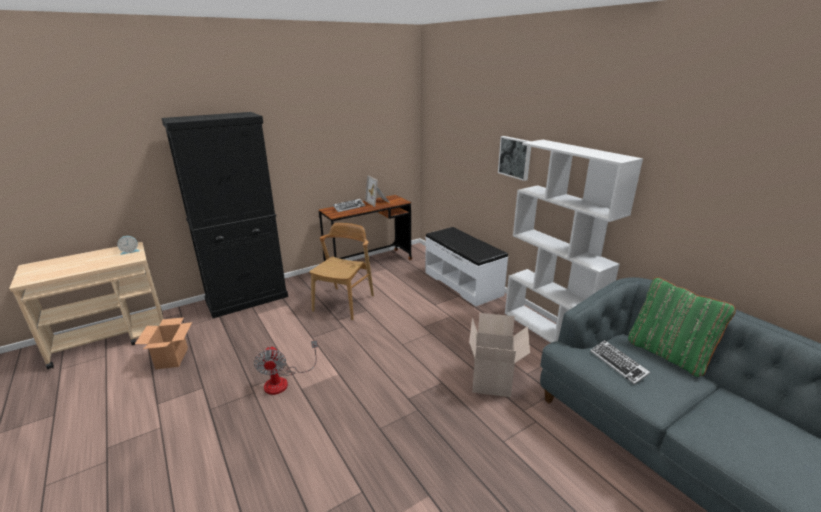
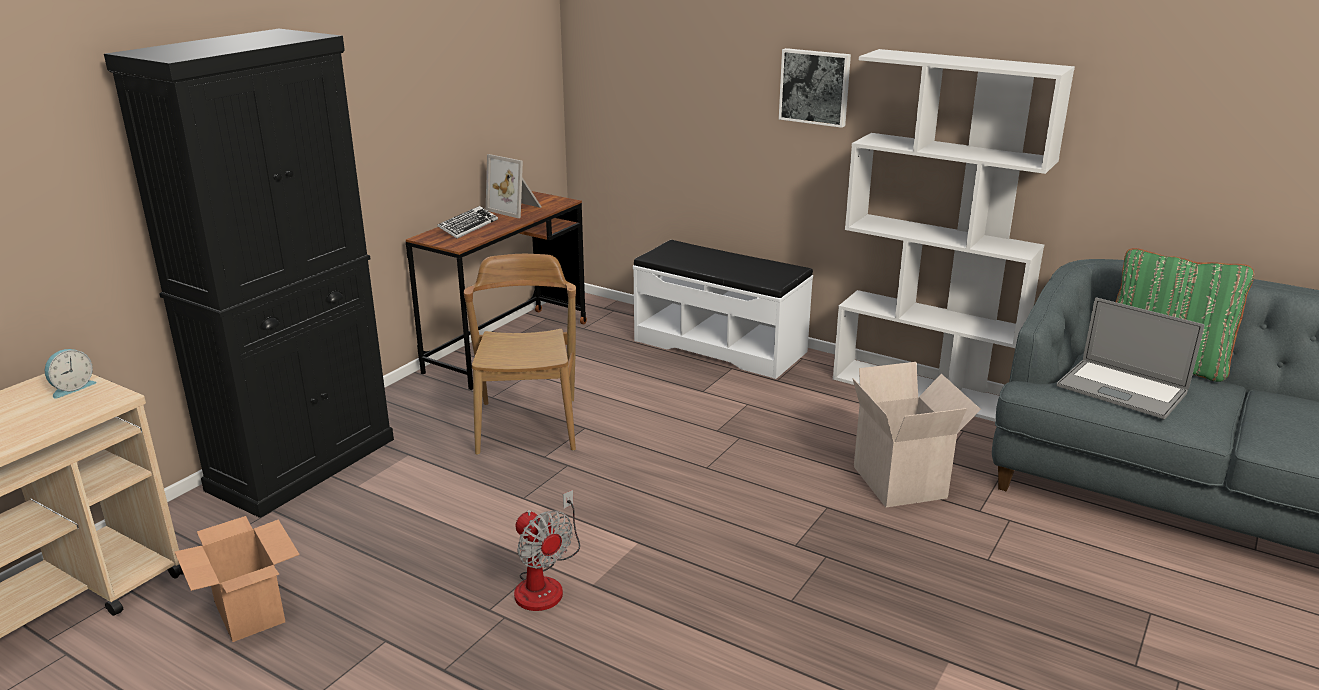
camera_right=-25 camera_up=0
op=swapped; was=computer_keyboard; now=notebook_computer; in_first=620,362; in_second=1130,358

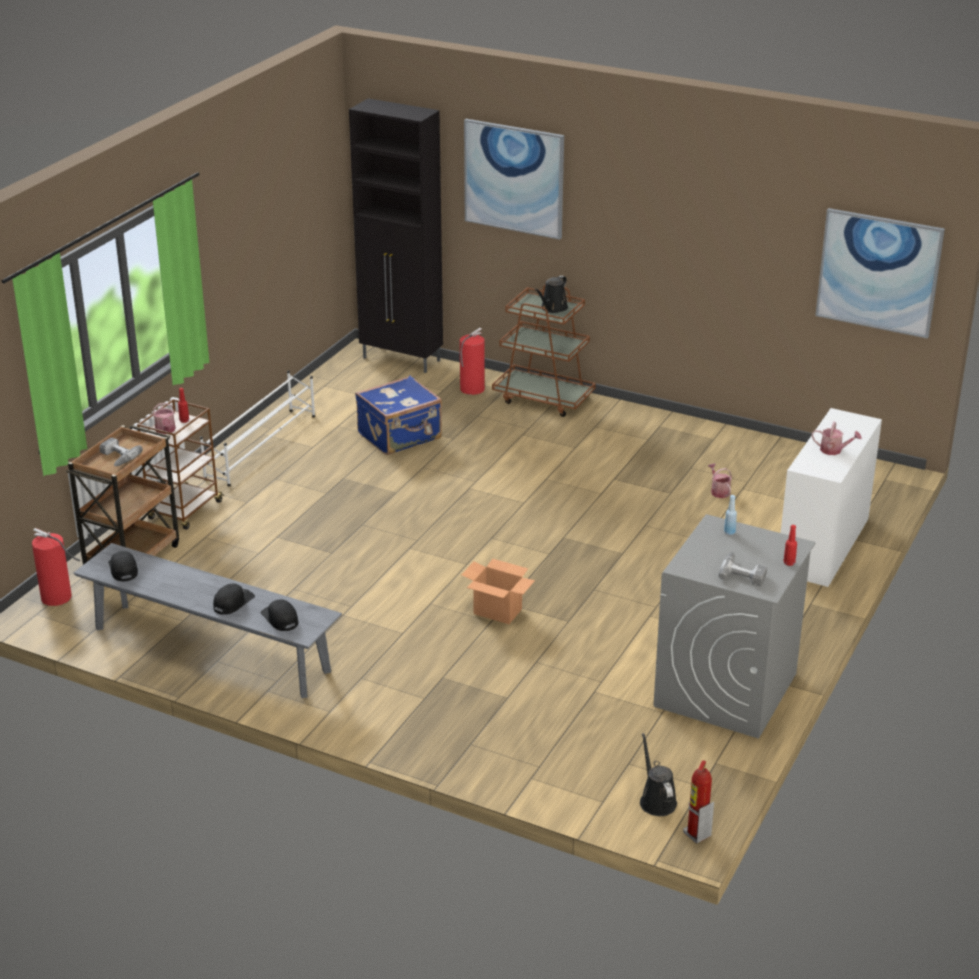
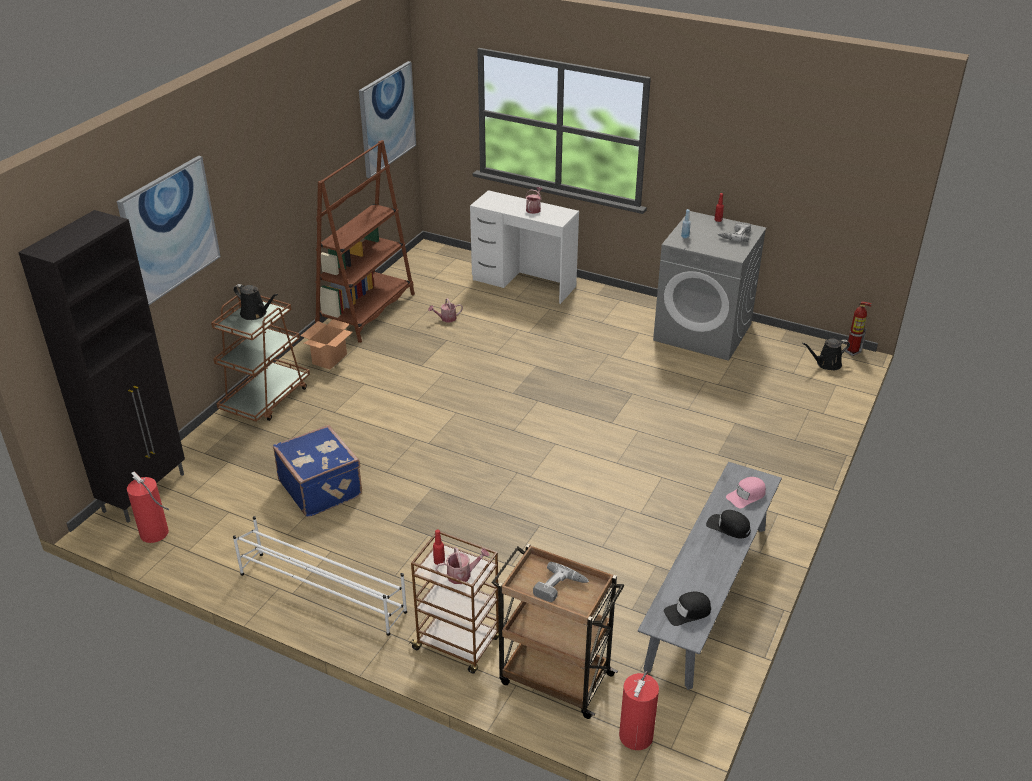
camera_right=-90 camera_up=5
op=shifted; was=extinguisher; in_first=472,361; in_second=148,507
op=shifted; was=packing_box; in_first=498,591; in_second=326,344
op=repainted; was=blackish_peaked_cap; now=pink-coloured_peaked_cap; in_first=279,615; in_second=746,492
op=new; now=brown_shelving_unit; in_second=365,241

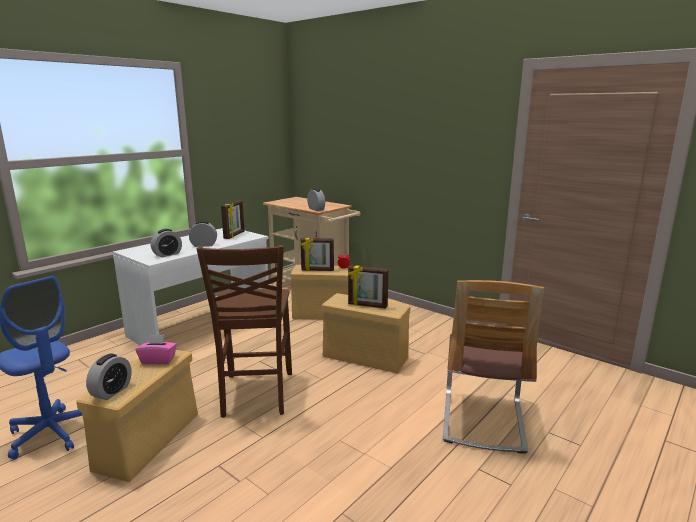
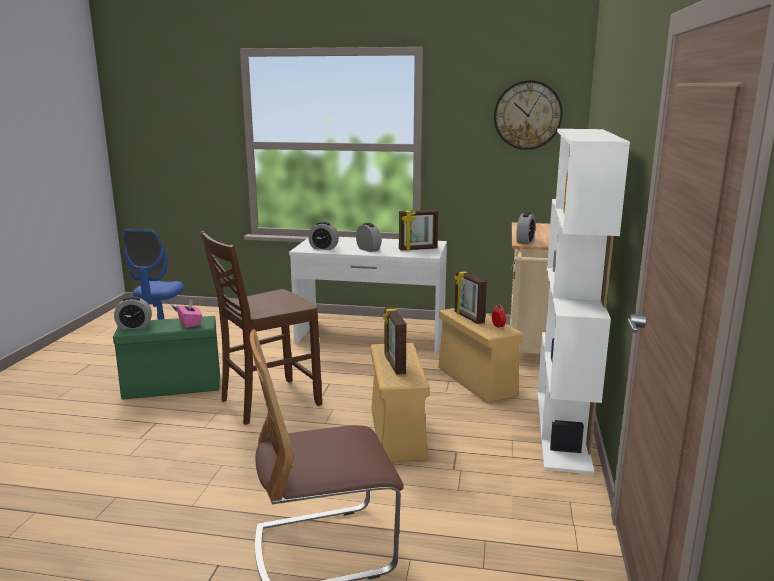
camera_right=60 camera_up=0
op=repainted; was=sand-coloured_storage_container; now=greenish_storage_container; in_first=137,416; in_second=166,358
op=new; now=wall_clock; in_second=528,115
op=new; now=white_shelving_unit; in_second=583,302

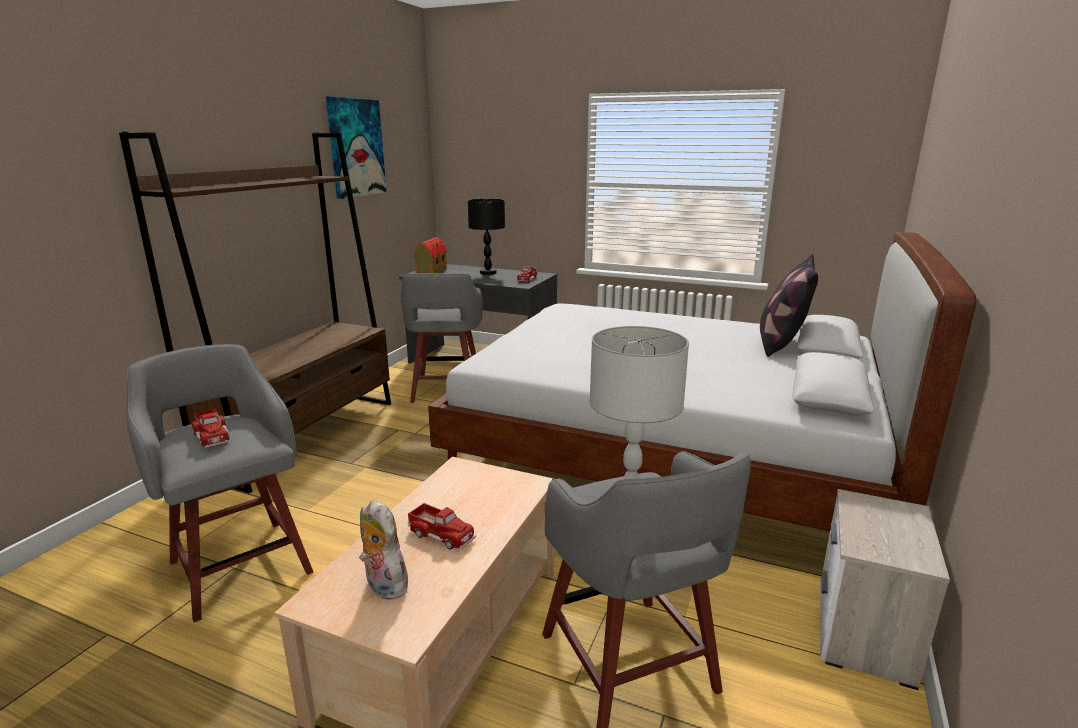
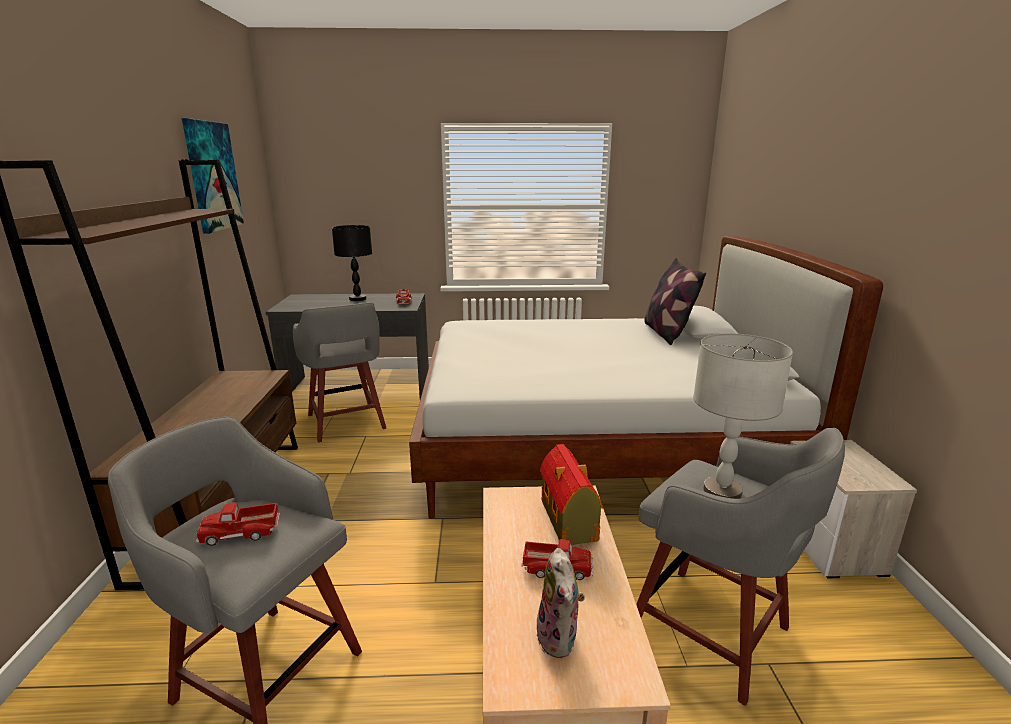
camera_right=-25 camera_up=0
op=shifted; was=miniature_house; in_first=430,256; in_second=571,494
op=rotated; was=toy_lorry; in_first=210,428; in_second=238,524; clockwise=135
op=rotated; was=soft_toy; in_first=383,550; in_second=560,603; clockwise=-120

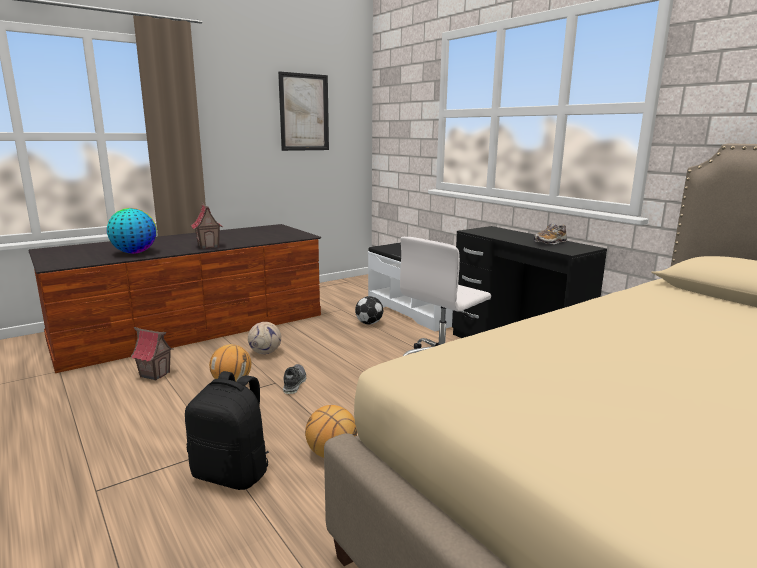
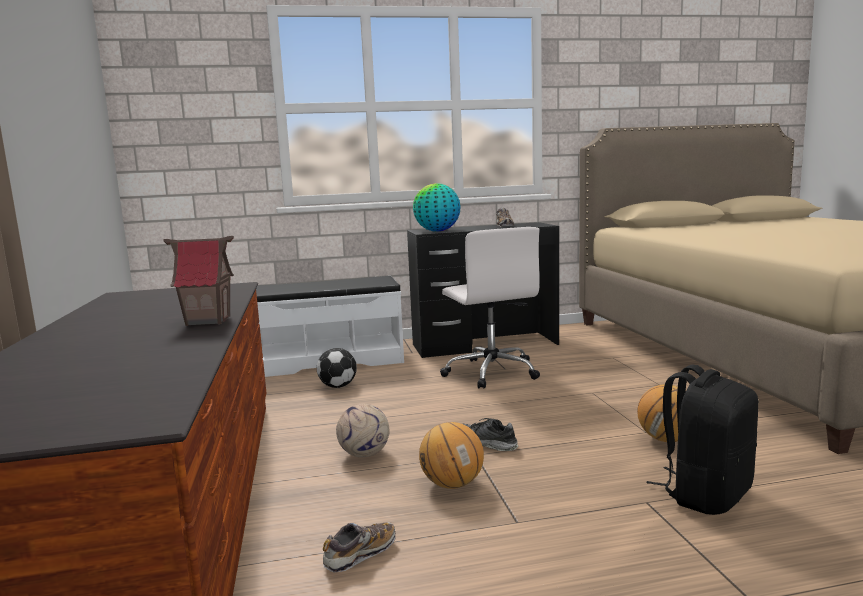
camera_right=-65 camera_up=-5
op=gone; was=wall_art; in_first=303,111
op=shifted; was=world_globe; in_first=132,231; in_second=437,207
op=swapped; was=miniature_house; now=low_shoe; in_first=152,354; in_second=359,547

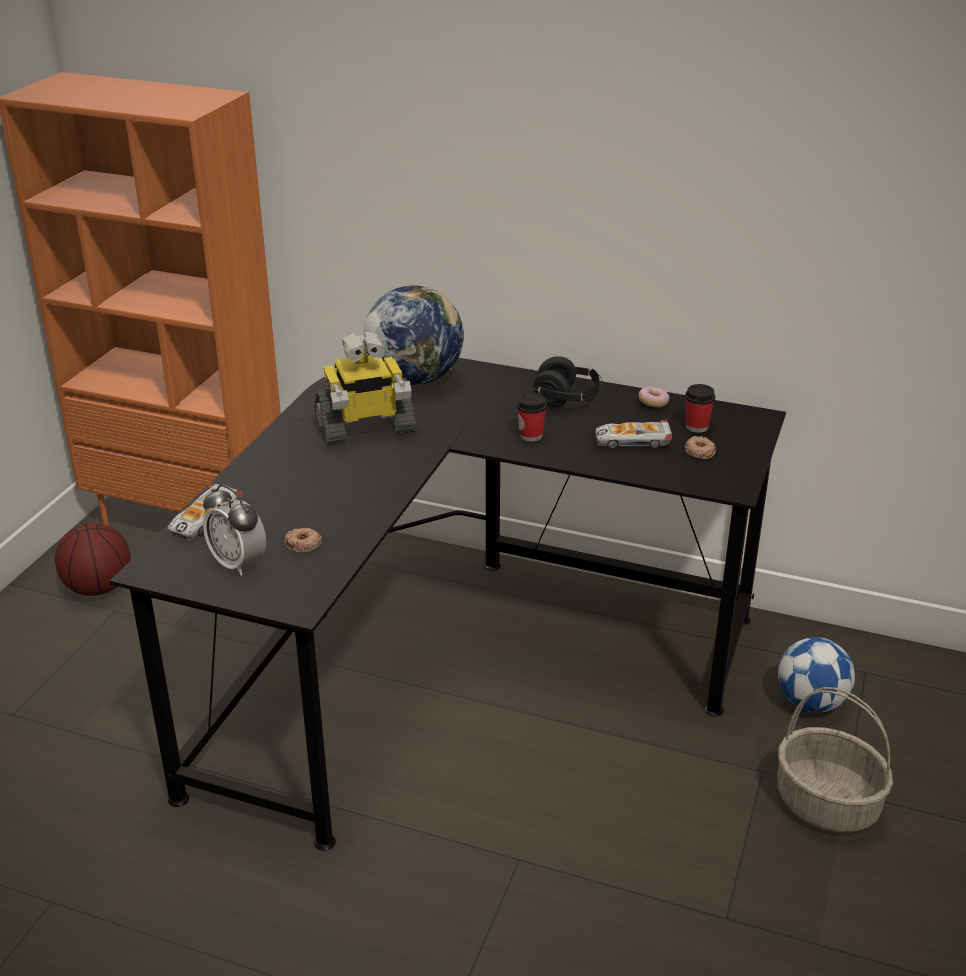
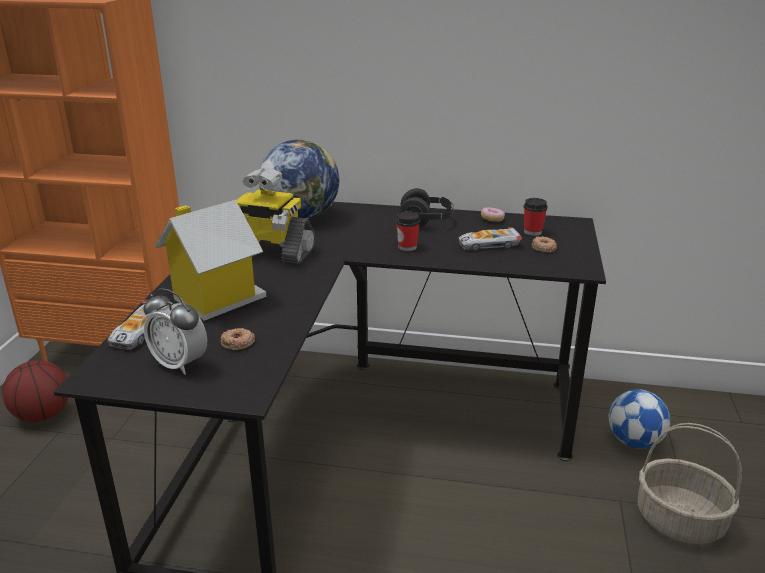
camera_right=-10 camera_up=-5
op=rotated; was=robot_figure; in_first=365,388; in_second=275,216; clockwise=45
op=new; now=miniature_house; in_second=210,260

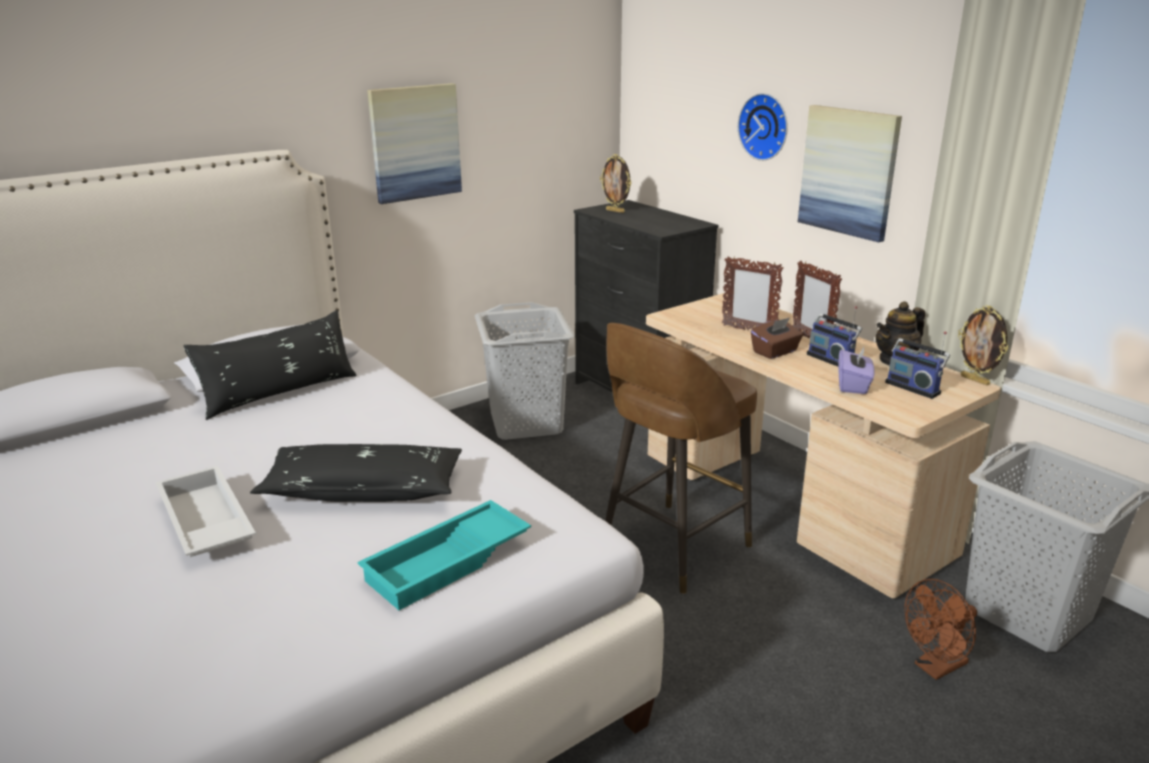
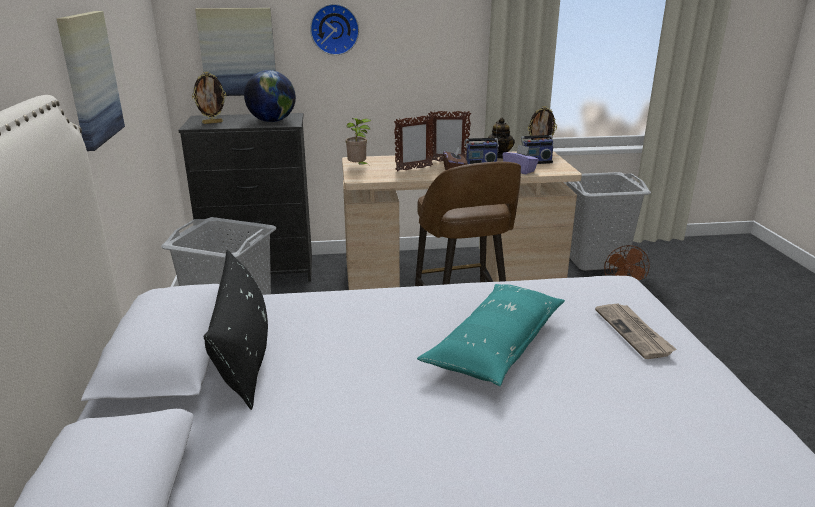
camera_right=-60 camera_up=0
op=shifted; was=wall_art; in_first=850,173; in_second=235,52
op=repainted; was=blackish_throw_pillow; now=blue-green_throw_pillow; in_first=356,473; in_second=491,335
op=gone; was=white_carrying_tray; in_first=206,511
op=swapped; was=blue-green_carrying_tray; now=daily_paper; in_first=444,555; in_second=636,331
op=new; now=world_globe; in_second=270,96
op=new; now=houseplant; in_second=358,142

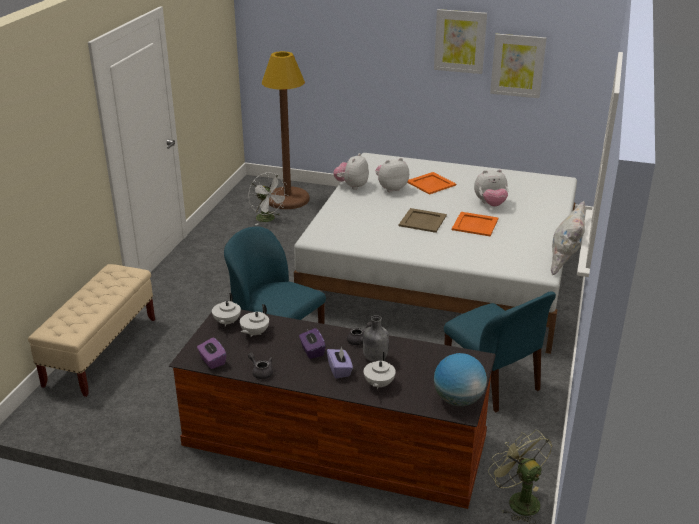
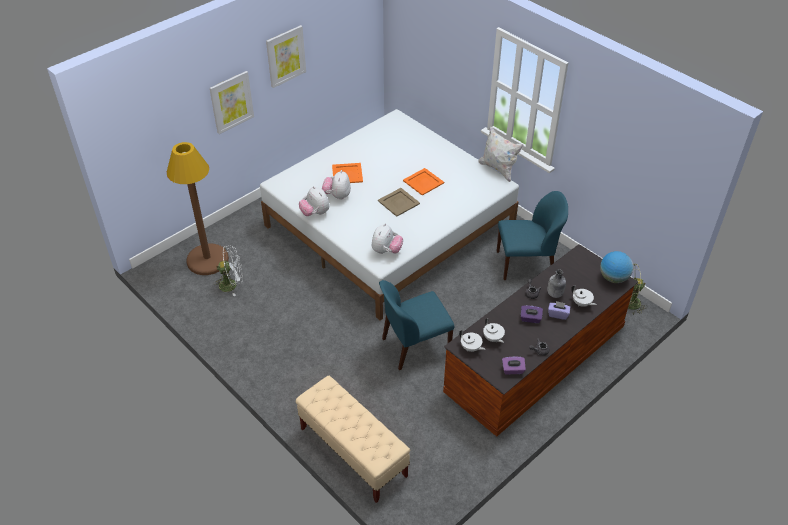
camera_right=-60 camera_up=15
op=shifted; was=wall_art; in_first=518,66; in_second=232,102
op=shifted; was=soft_toy; in_first=491,188; in_second=387,238

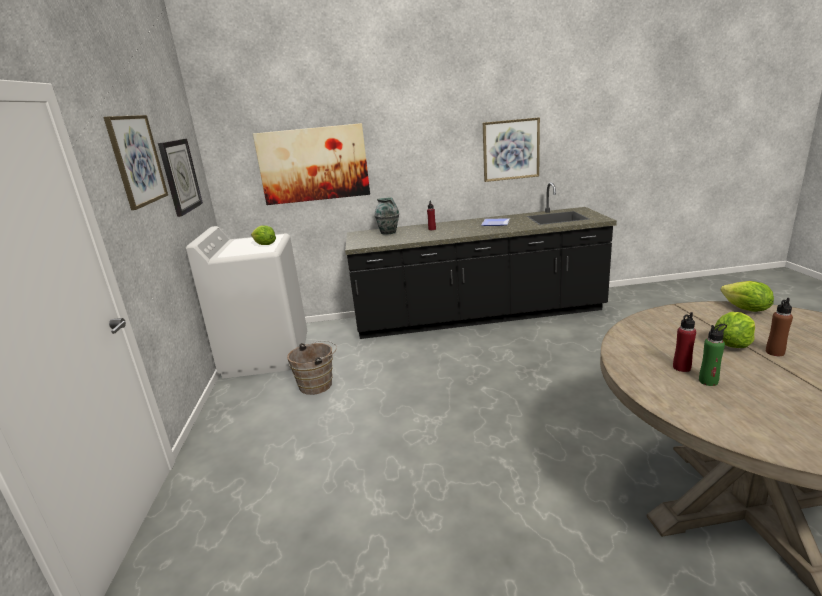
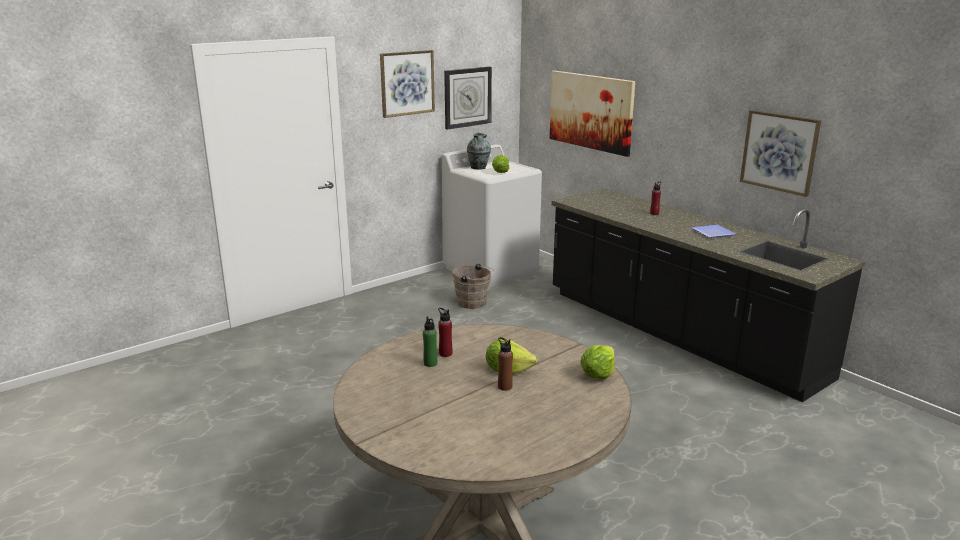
camera_right=55 camera_up=0
op=shifted; was=flower_vase; in_first=387,216; in_second=479,151

